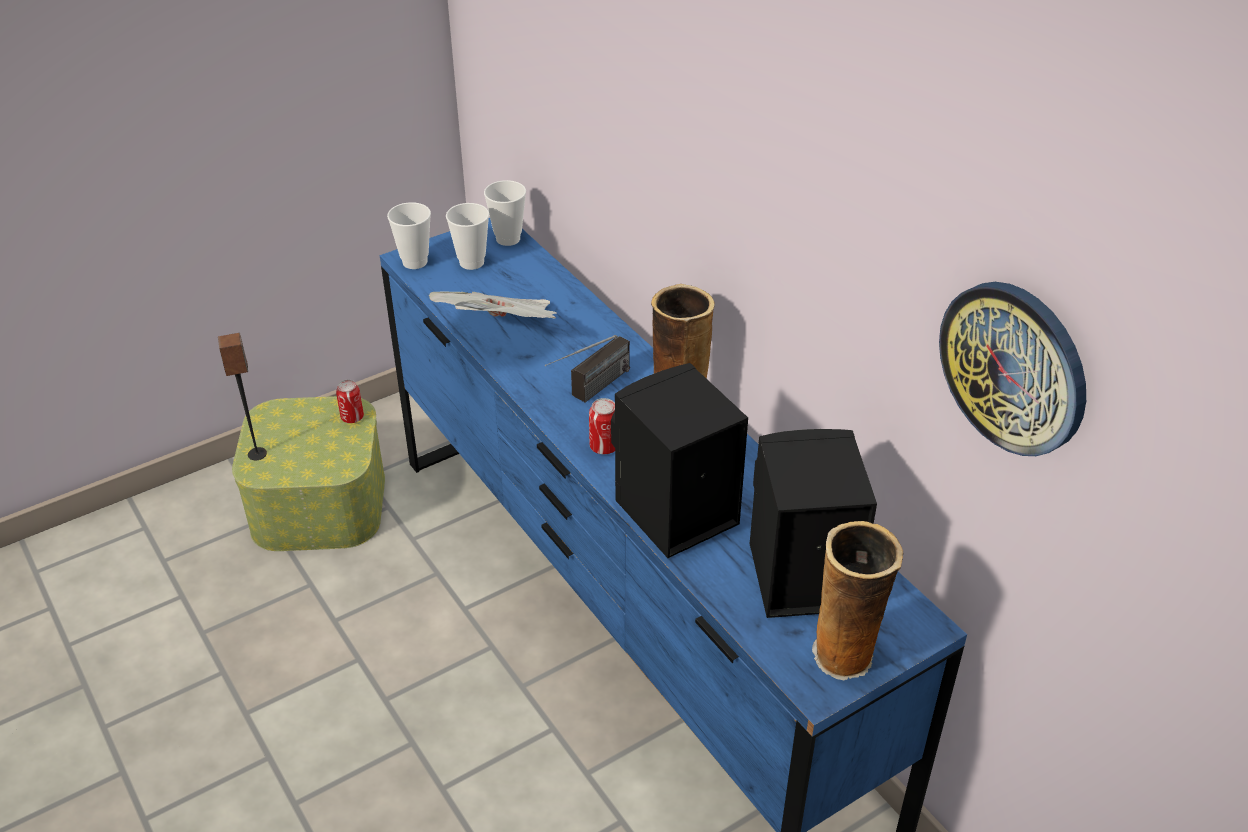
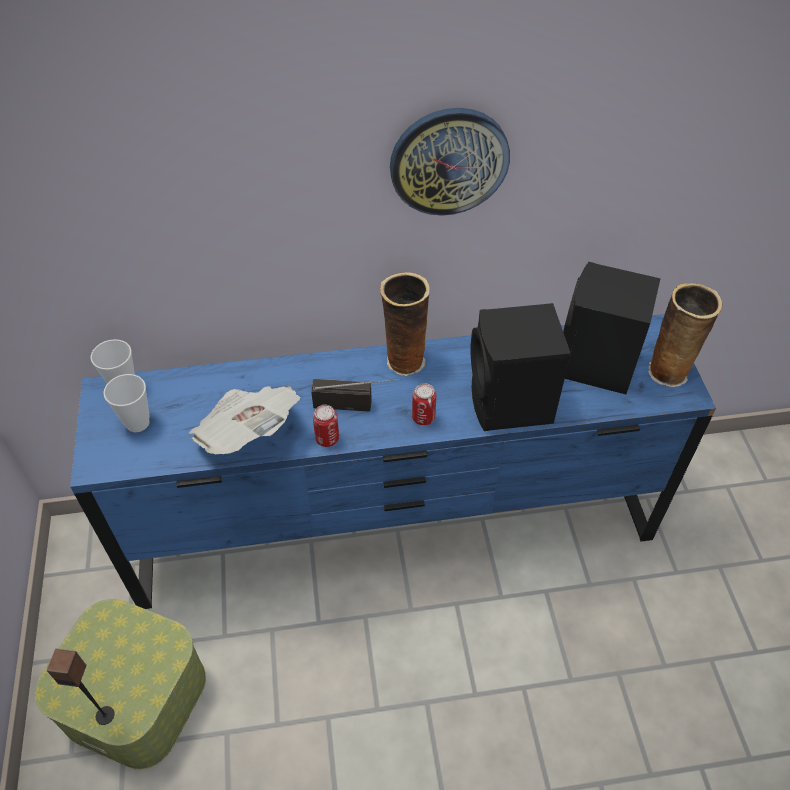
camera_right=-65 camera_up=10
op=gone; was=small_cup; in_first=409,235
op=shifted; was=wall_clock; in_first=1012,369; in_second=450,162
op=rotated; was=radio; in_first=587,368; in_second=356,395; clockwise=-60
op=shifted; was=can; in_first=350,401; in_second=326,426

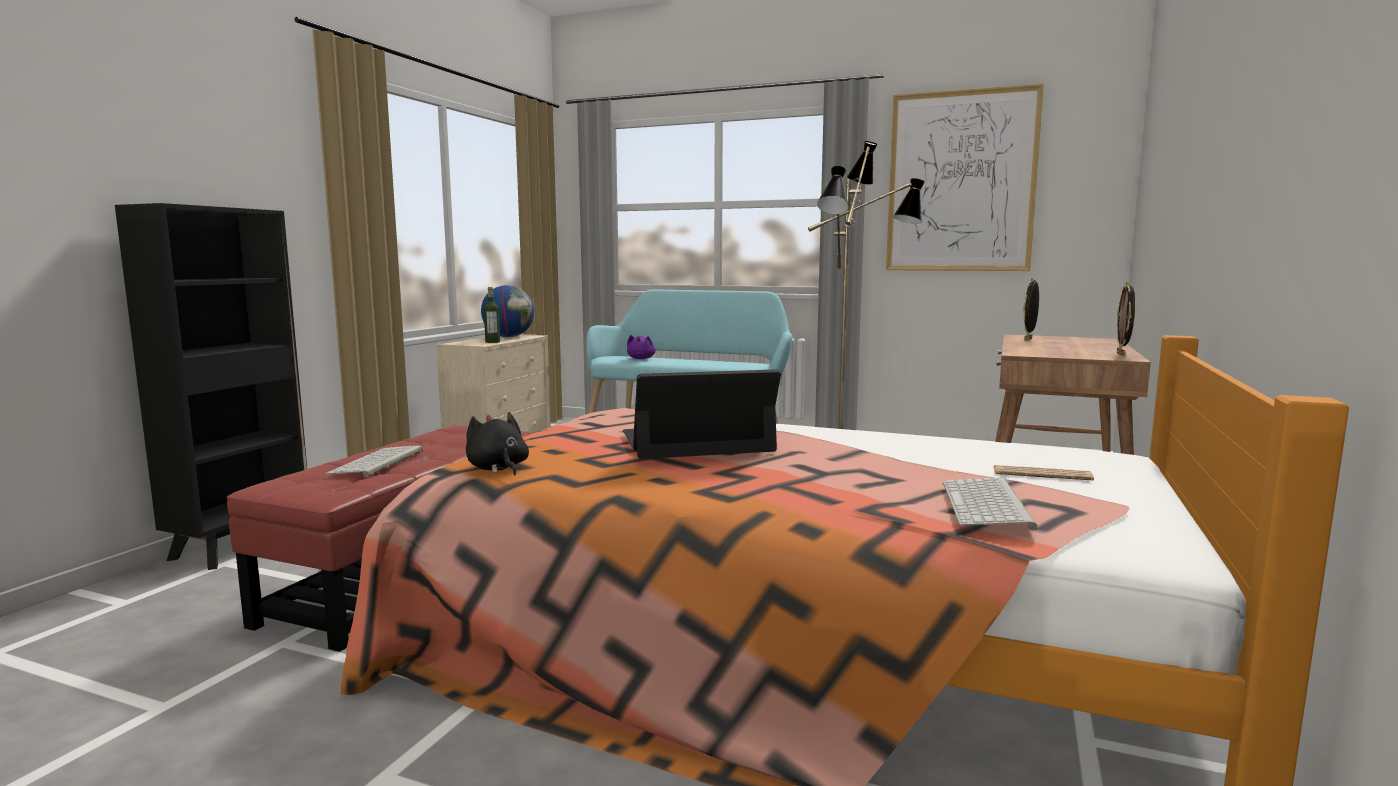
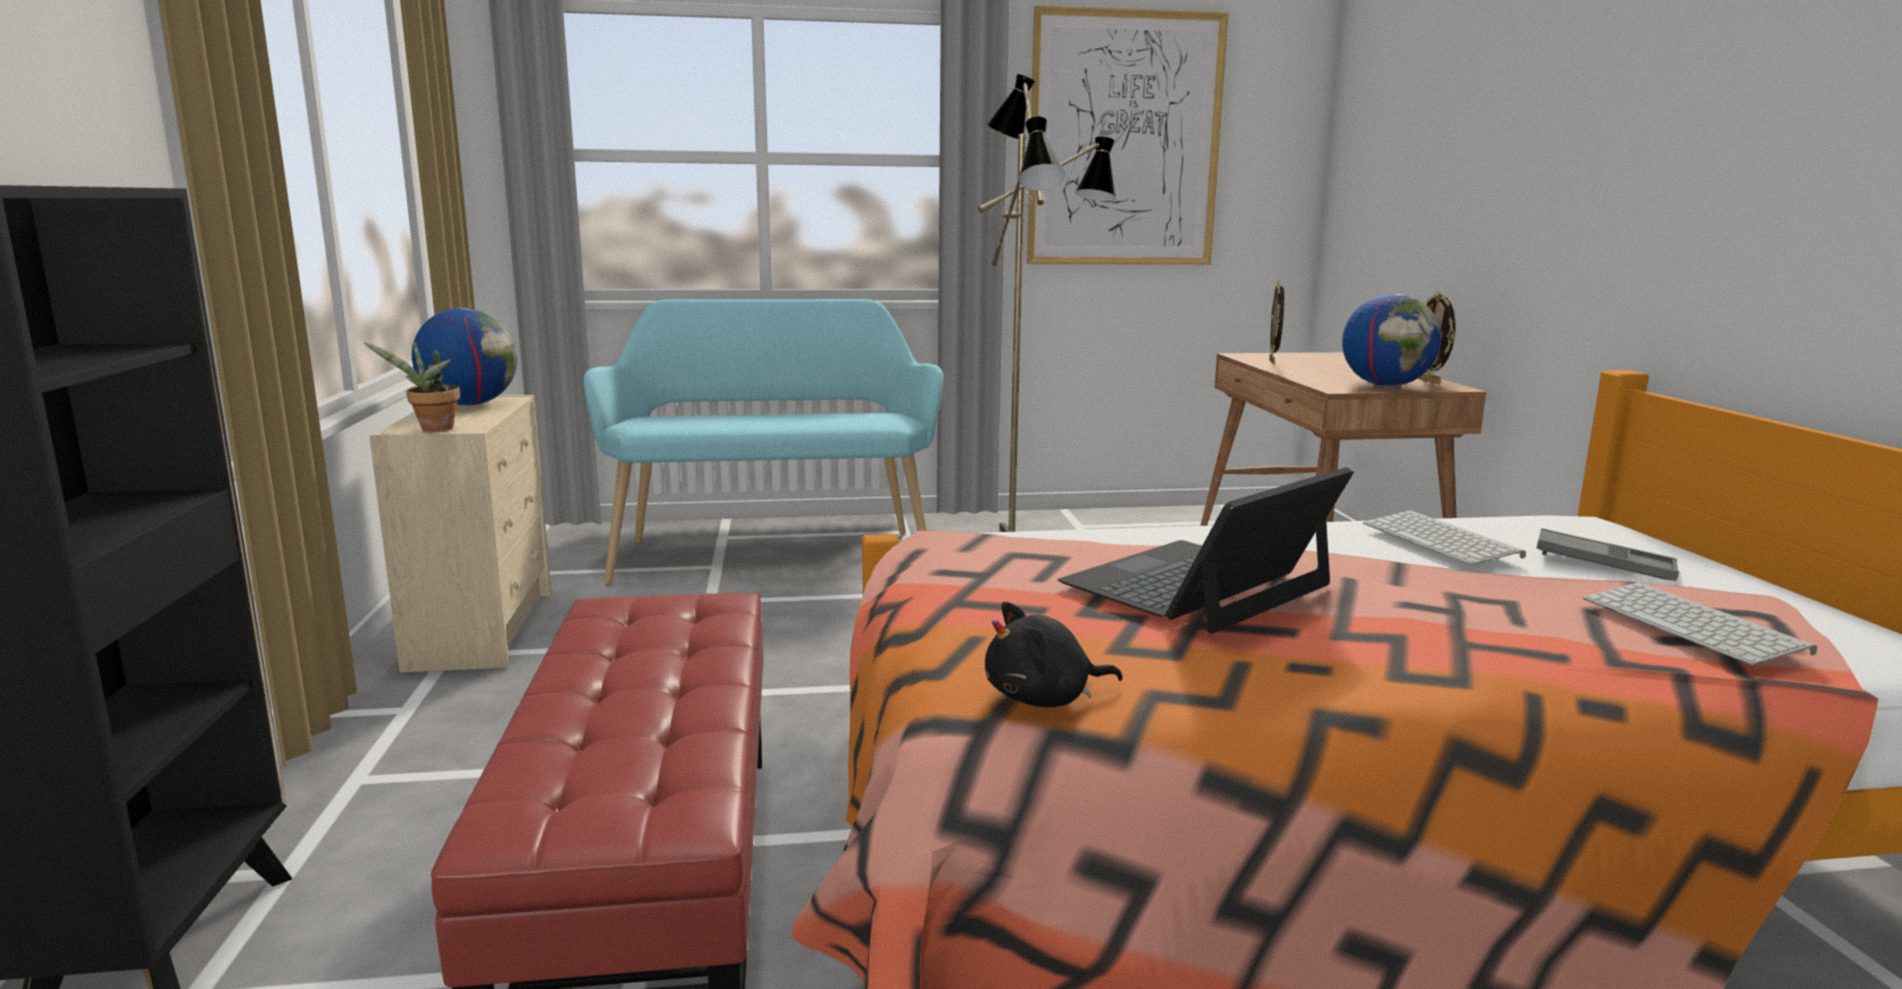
camera_right=-30 camera_up=5
op=gone; was=drink_bottle; in_first=492,315
op=gone; was=purple-coloured_soft_toy; in_first=641,347
op=rotated; was=blackish_soft_toy; in_first=497,443; in_second=1054,654; clockwise=-45
op=shifted; was=computer_keyboard; in_first=374,461; in_second=1444,537
op=swapped; was=daily_paper; now=grey_carrying_tray; in_first=1044,472; in_second=1608,554
op=new; now=world_globe; in_second=1391,340
op=new; now=houseplant; in_second=412,386

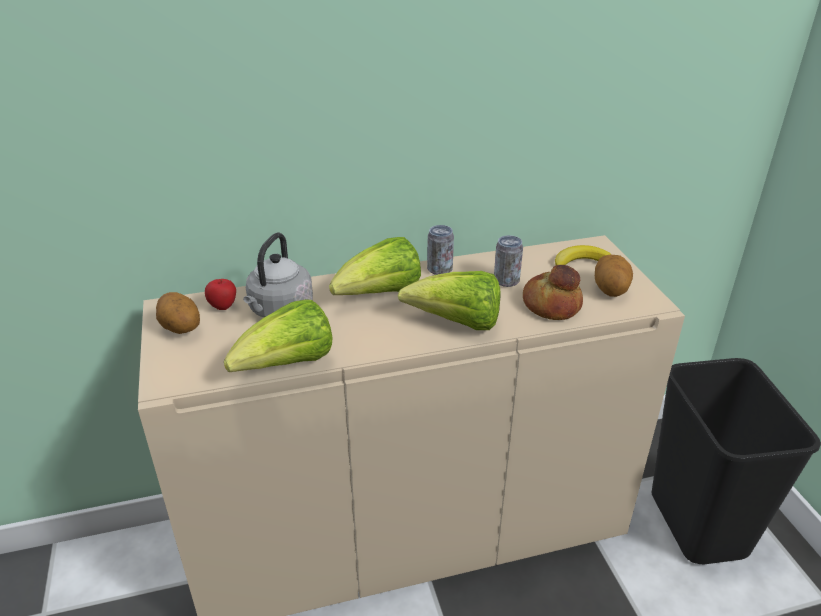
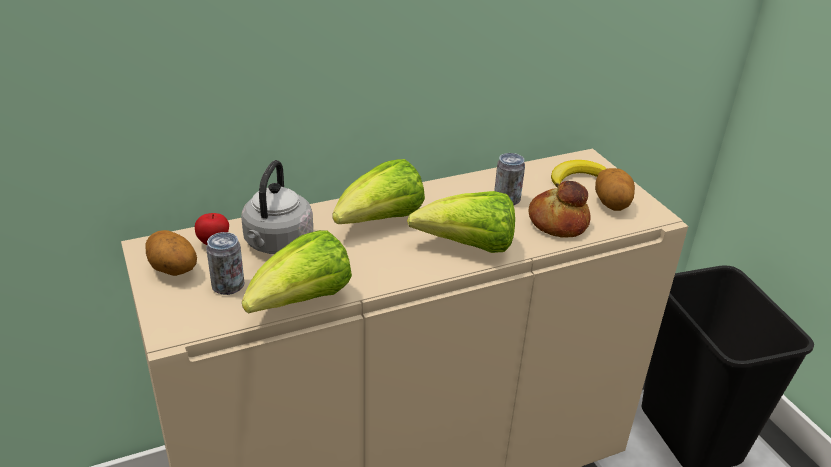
camera_right=-10 camera_up=0
op=shifted; was=can; in_first=440,250; in_second=225,263

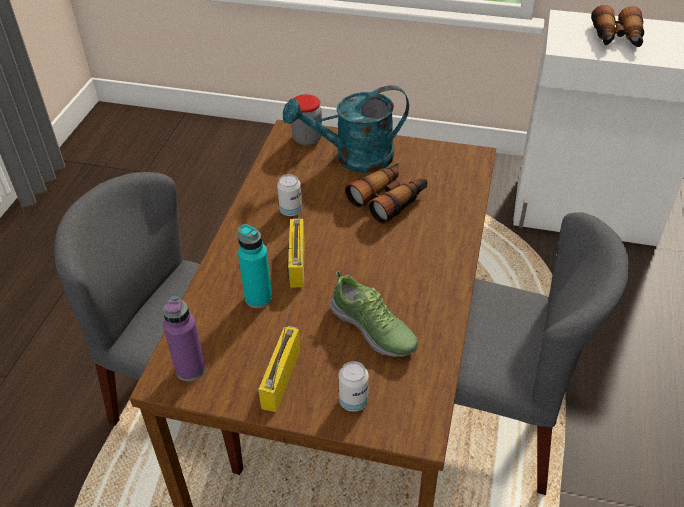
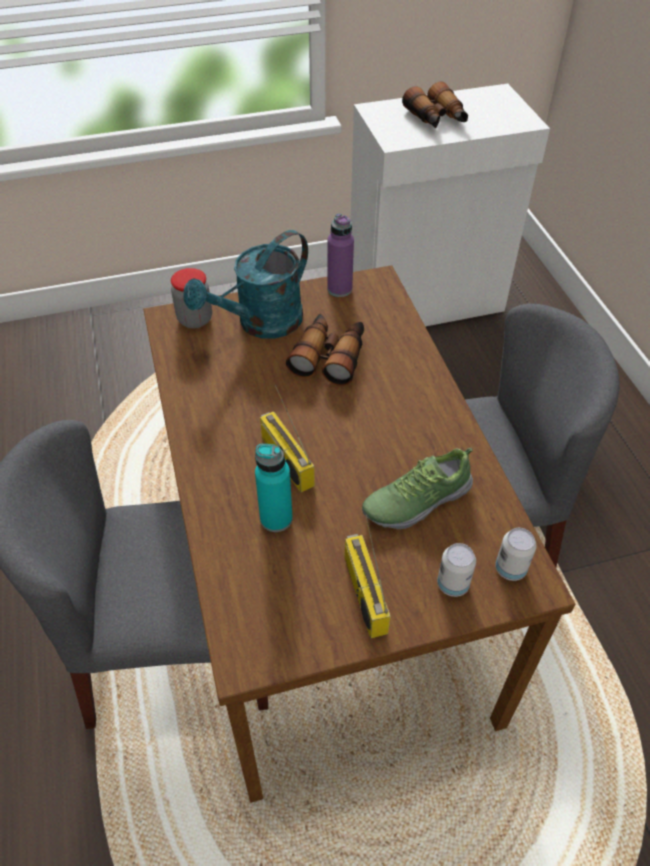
camera_right=-30 camera_up=5
op=shifted; was=can; in_first=289,195; in_second=515,554
op=rotated; was=low_shoe; in_first=374,314; in_second=417,488; clockwise=135
op=shifted; was=purple-coloured_drink_bottle; in_first=184,338; in_second=340,255

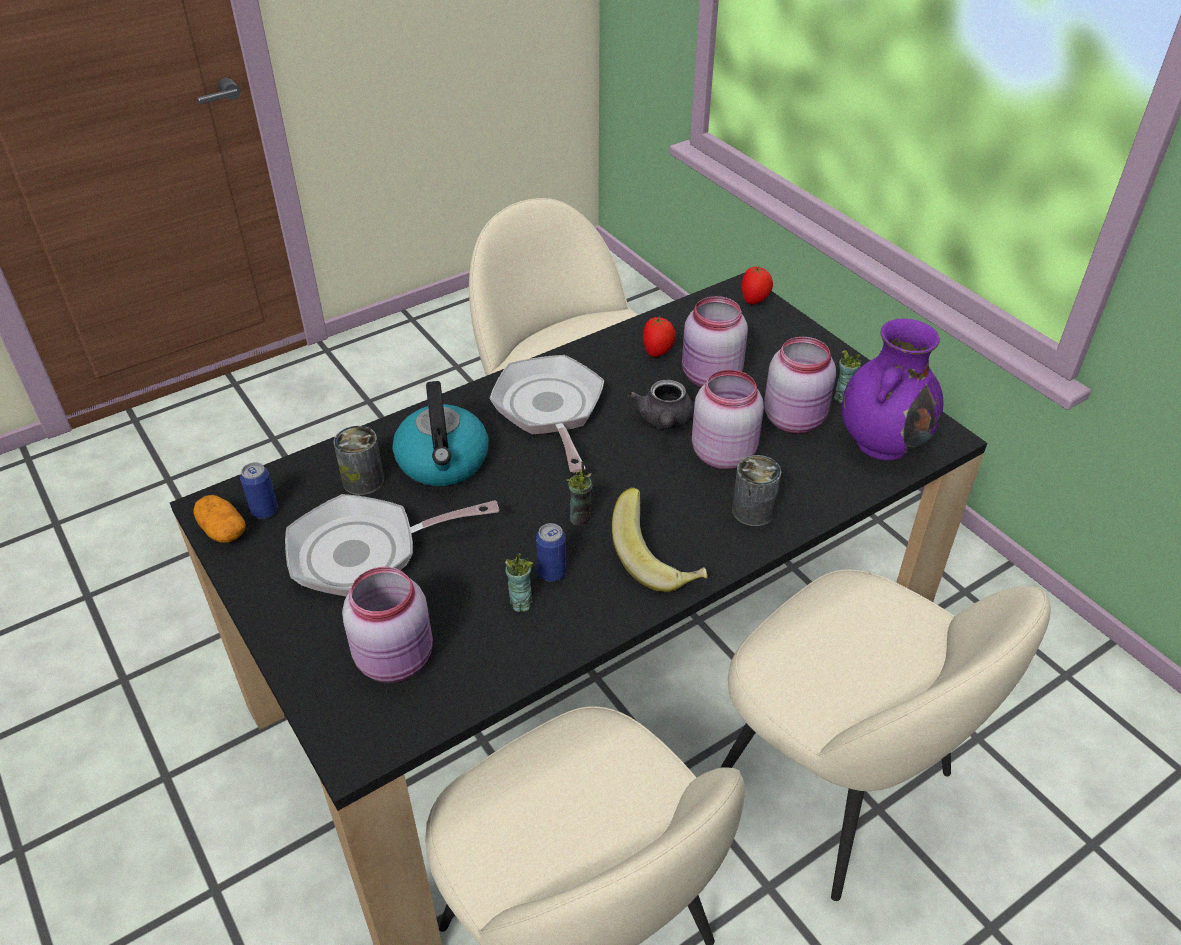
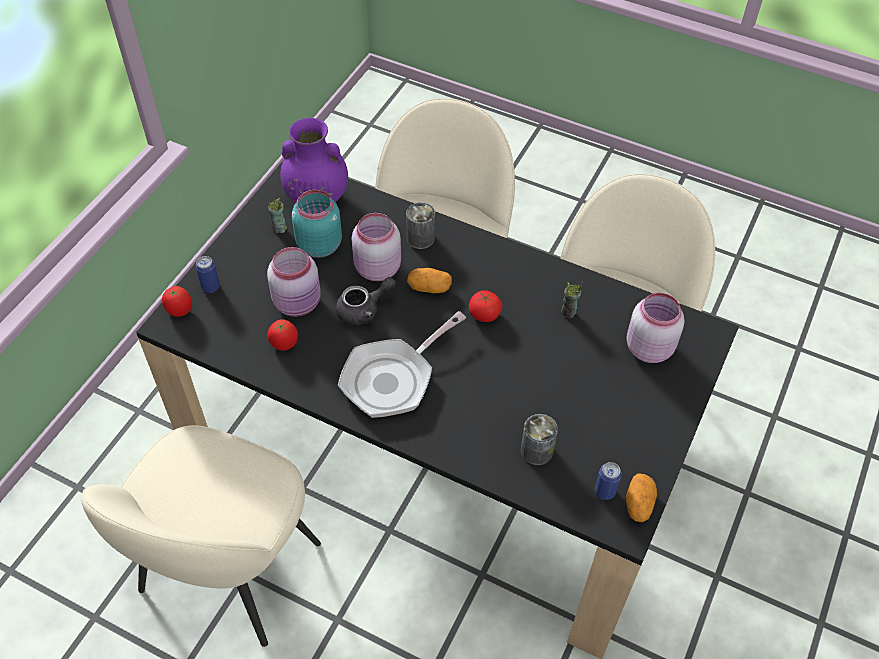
camera_right=-120 camera_up=10
op=repainted; was=pink-coloured_storage_jar; now=blue-green_storage_jar; in_first=800,385; in_second=317,224
op=gone; was=kettle; in_first=440,433
op=swapped; was=small_cup; now=whole_tomato; in_first=579,493; in_second=485,306
op=gone; was=banana; in_first=660,540
op=gone; was=pan; in_first=392,545
op=shifted; was=can; in_first=551,552; in_second=208,274
op=new; now=spud; in_second=429,280

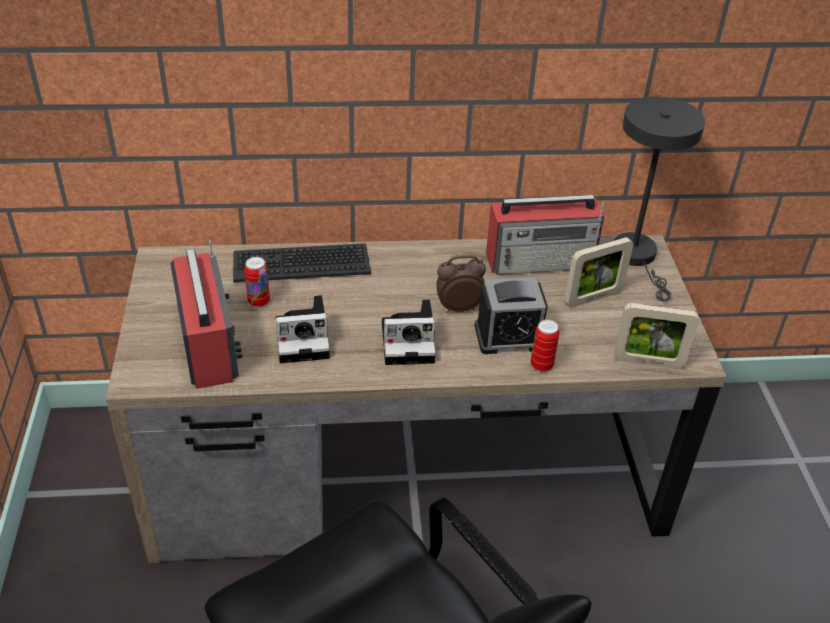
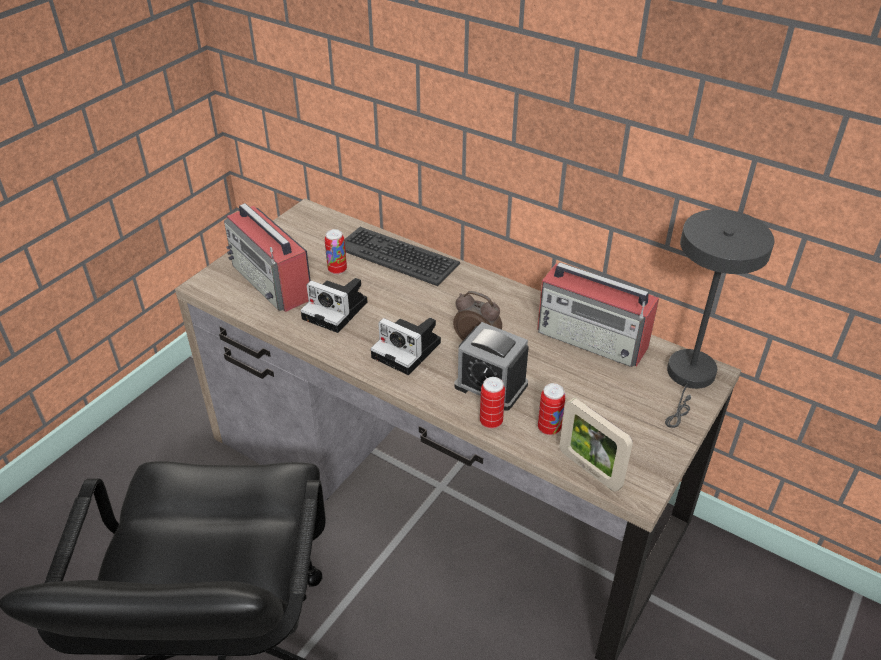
camera_right=40 camera_up=0
op=gone; was=picture_frame; in_first=599,272
op=rotated; was=radio; in_first=206,314; in_second=267,257; clockwise=120
op=new; now=can; in_second=552,409

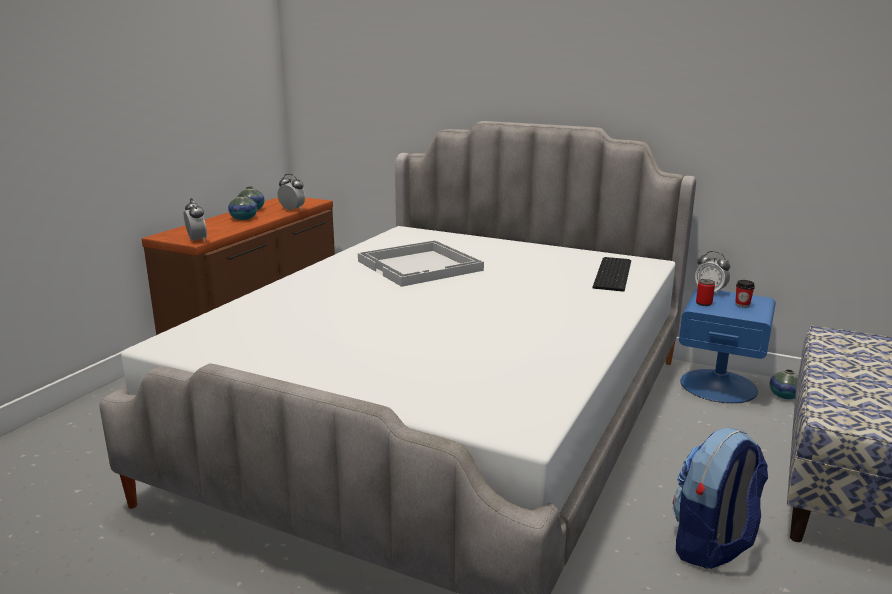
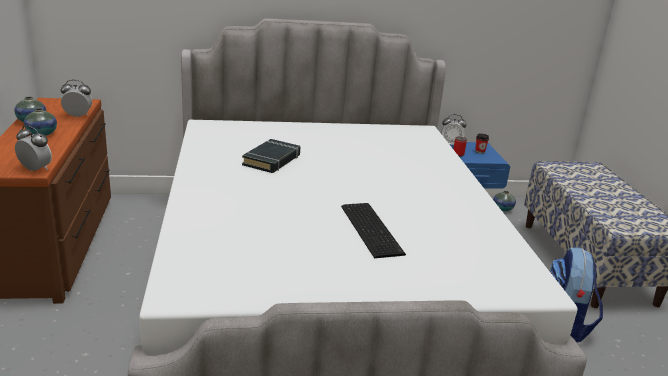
camera_right=-35 camera_up=5
op=swapped; was=white_carrying_tray; now=blackish_book; in_first=421,263; in_second=271,156
op=shifted; was=computer_keyboard; in_first=611,274; in_second=373,230

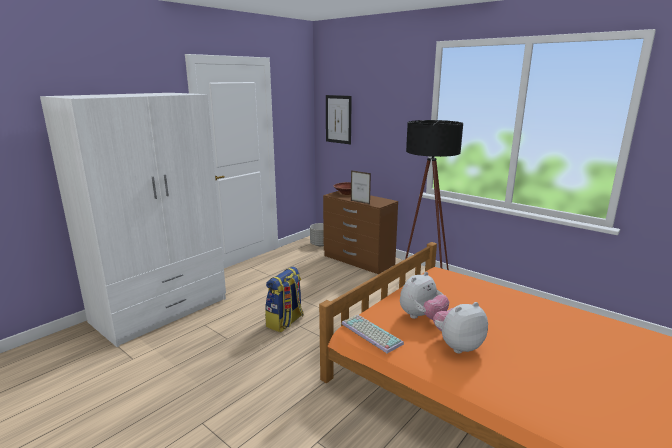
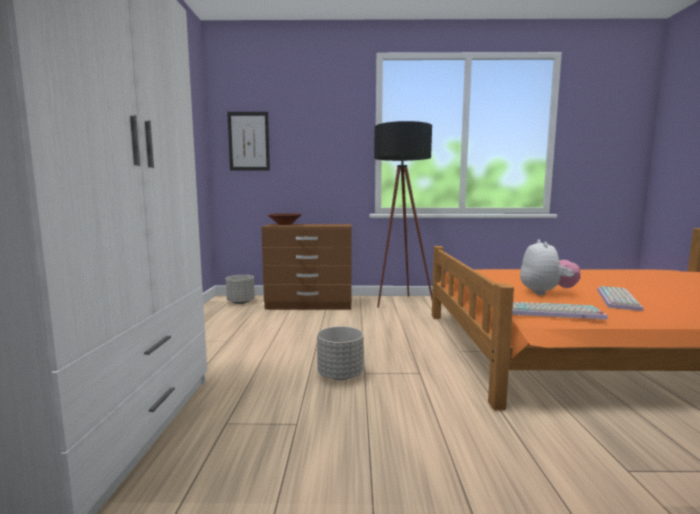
camera_right=-40 camera_up=-10
op=gone; was=picture_frame; in_first=361,187
op=swapped; was=rucksack; now=grey_plant_pot; in_first=284,299; in_second=340,353
op=swapped; was=soft_toy; now=computer_keyboard; in_first=460,328; in_second=620,298

